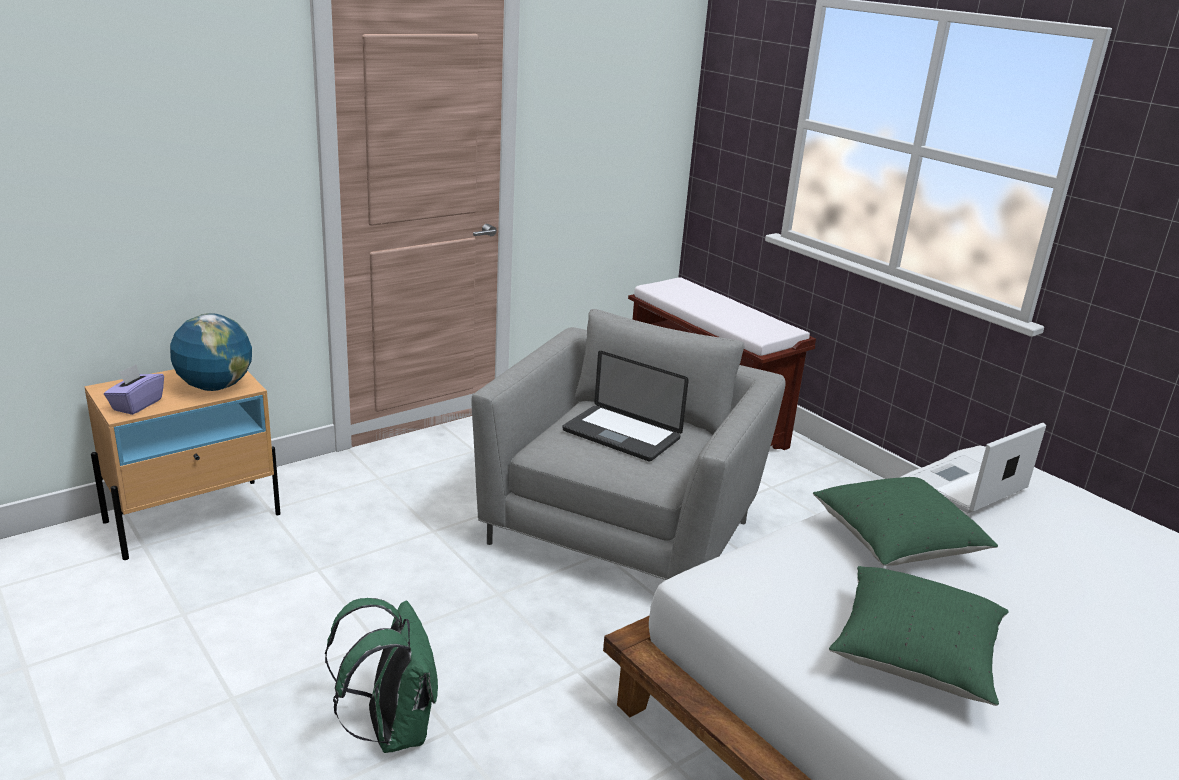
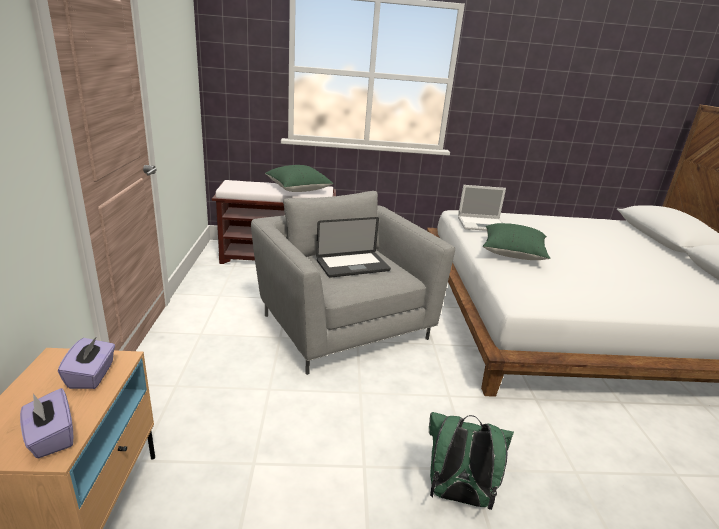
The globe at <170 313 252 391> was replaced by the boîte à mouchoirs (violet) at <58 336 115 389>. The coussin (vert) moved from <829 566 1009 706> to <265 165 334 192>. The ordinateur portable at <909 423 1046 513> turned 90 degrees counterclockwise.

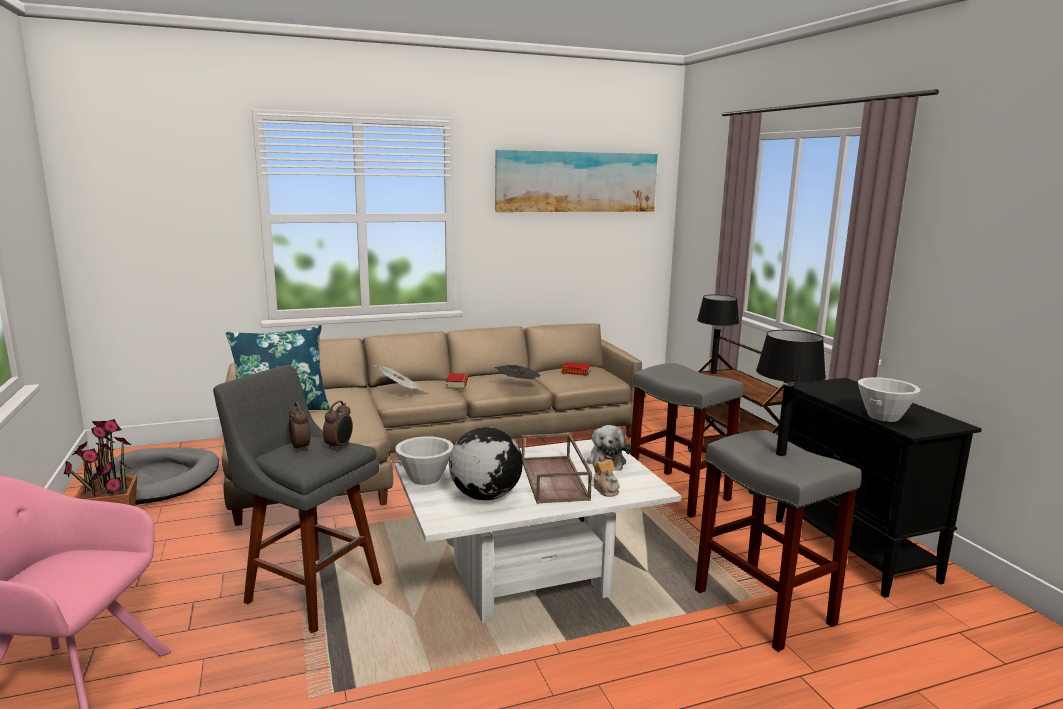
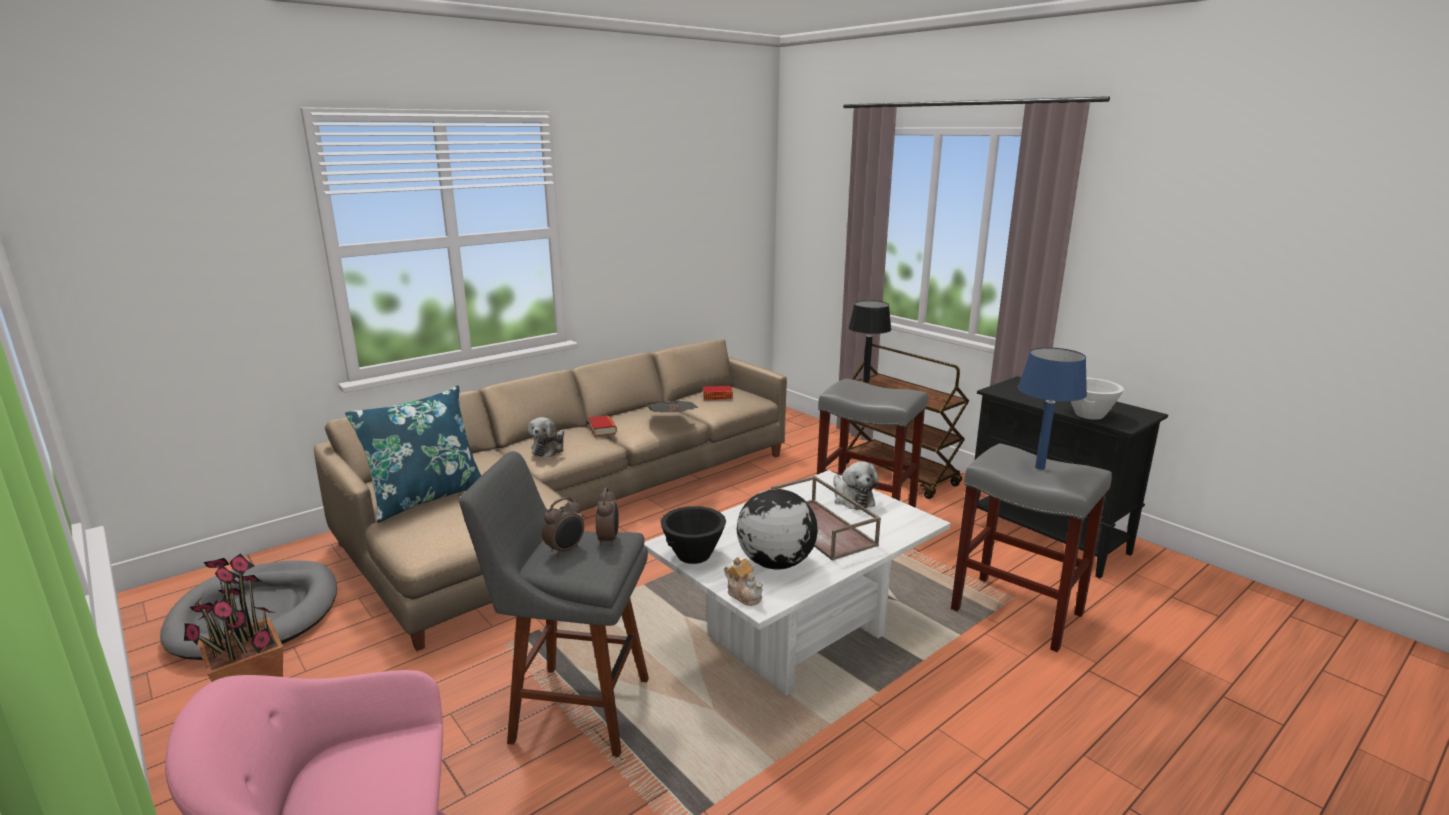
The journal at <375 366 426 392> was replaced by the peluche at <528 417 564 457>. The réveil at <289 402 310 451> turned 90 degrees clockwise. The bol (blanc) at <395 436 454 485> became the bol (noir) at <660 506 726 564>. The théière moved from <593 455 620 497> to <724 557 763 606>. The lampe de table (noir) at <756 330 826 456> became the lampe de table (bleu) at <1018 347 1087 470>. The tableau at <495 150 658 212> disappeared.

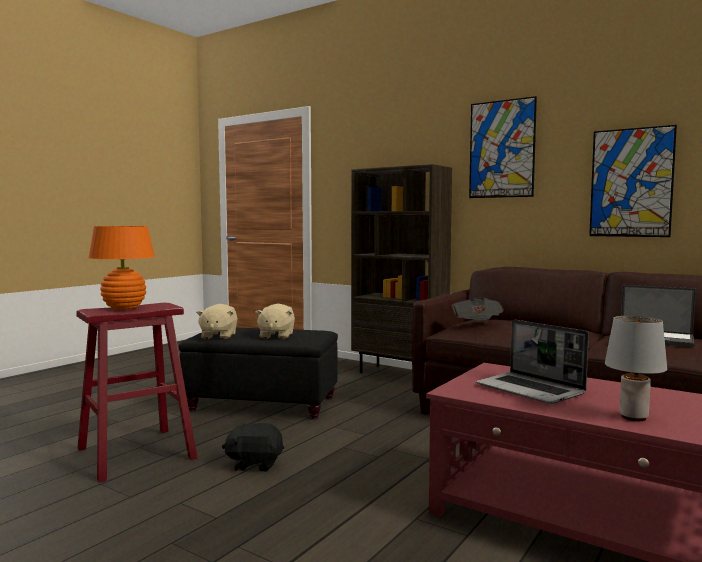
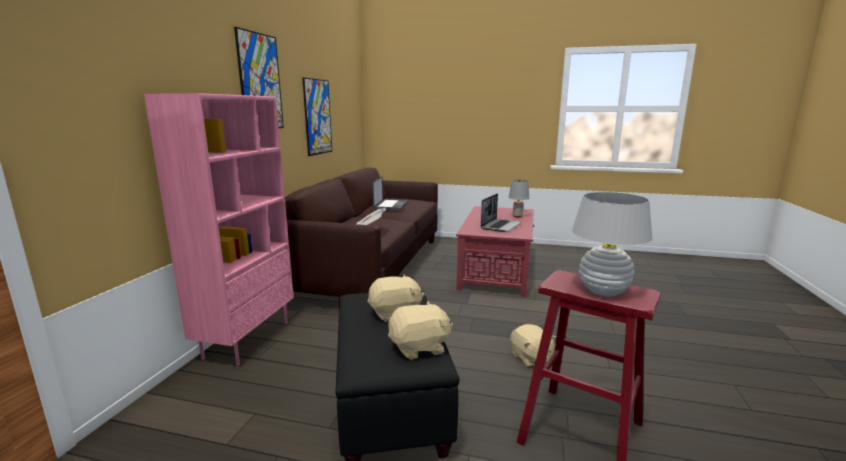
The bibliothèque (marron) at <351 164 452 373> became the bibliothèque (rose) at <144 93 294 366>. The peluche (noir) at <222 423 284 471> became the peluche (beige) at <511 324 556 368>. The lampe de table (orange) at <89 226 155 310> became the lampe de table (blanc) at <572 192 653 296>.

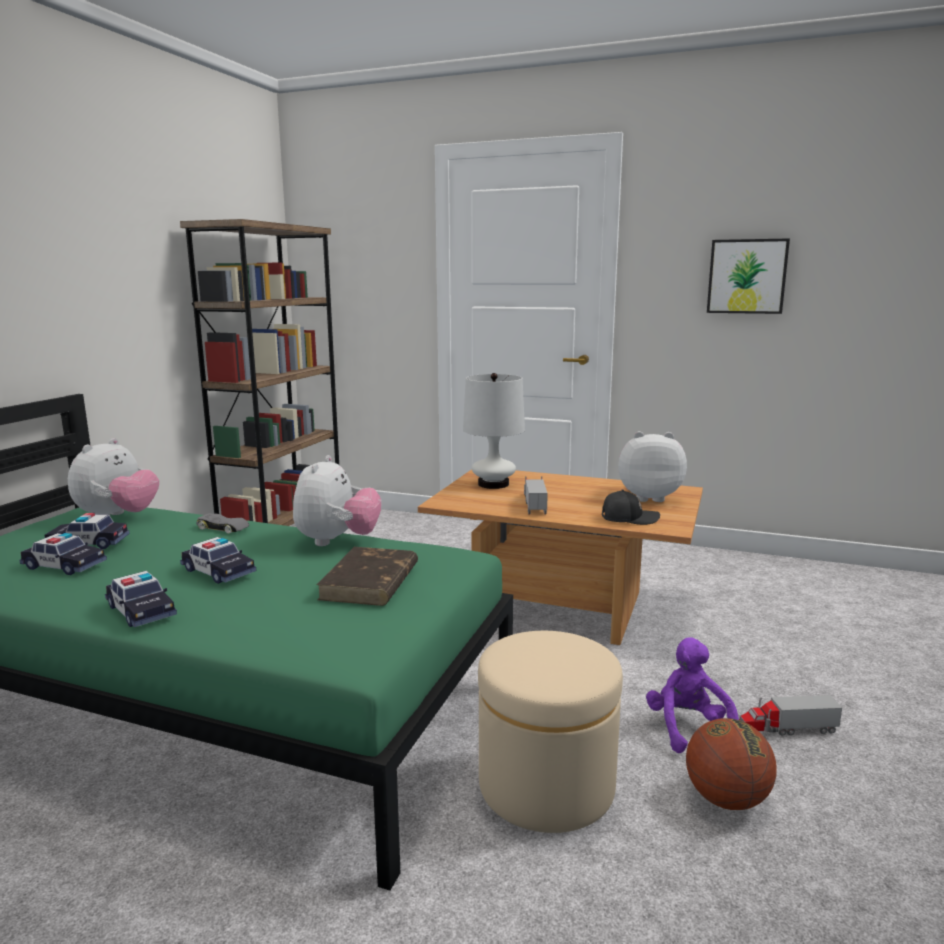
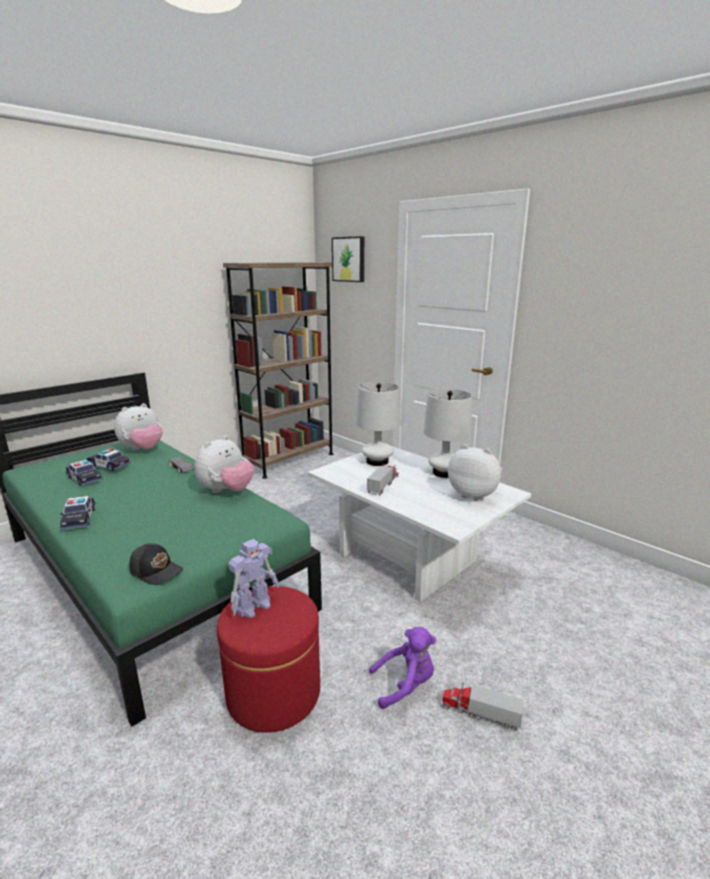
The casquette (noir) moved from <602 490 660 525> to <129 543 183 585>. The pouf (beige) at <478 631 623 833> became the pouf (rouge) at <217 586 320 733>. The robot jouet at <229 539 279 618> appeared. The table basse (marron) at <418 469 703 645> became the table basse (blanc) at <308 446 531 602>. The tableau moved from <707 238 790 314> to <332 236 364 282>. The peluche (violet) at <646 638 739 753> turned 60 degrees clockwise. The lampe de table (blanc) at <423 389 472 478> appeared. The petite voiture at <180 537 256 584> disappeared. The livre (marron) at <316 547 418 606> disappeared. The ballon de basket at <686 718 777 810> disappeared.

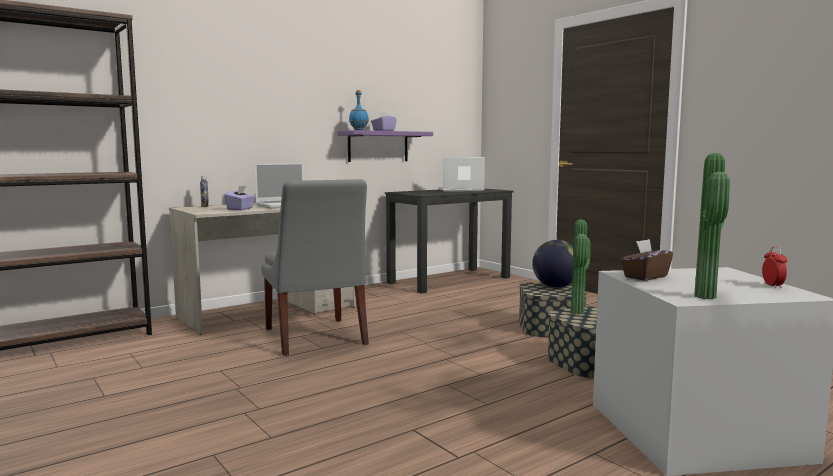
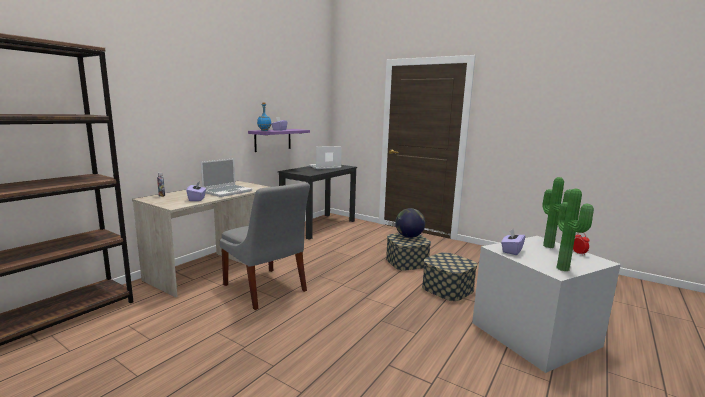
The boîte à mouchoirs (marron) at <620 239 673 281> became the boîte à mouchoirs (violet) at <501 228 526 255>. The plante en pot moved from <571 219 591 314> to <543 177 571 248>.

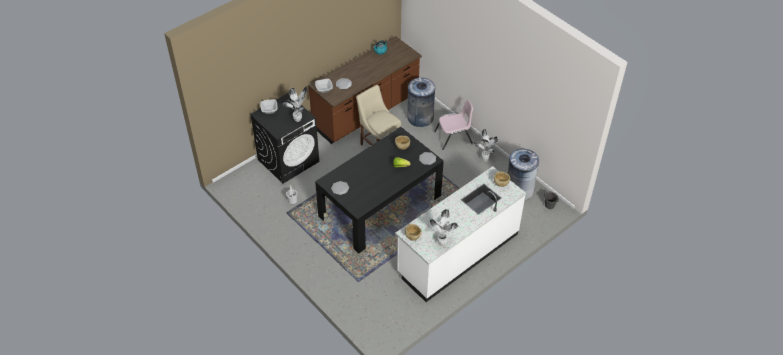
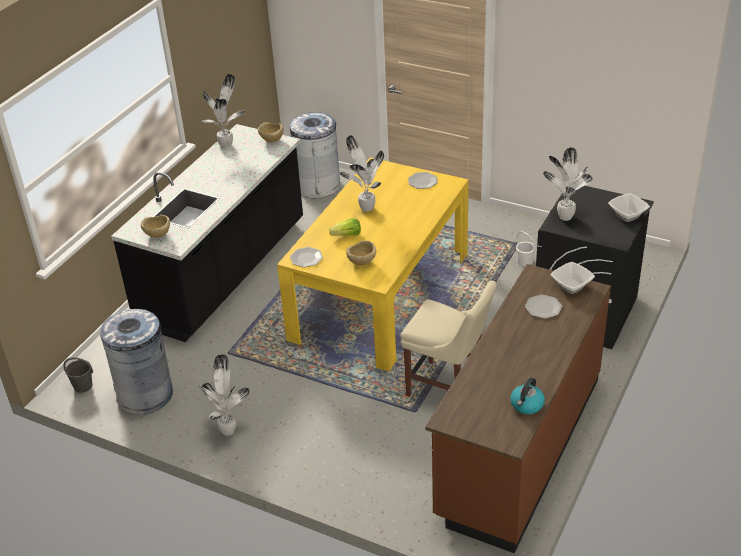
The comptoir de cuisine (blanc) at <395 166 526 302> became the comptoir de cuisine (noir) at <111 124 303 342>. The table à manger (noir) at <315 127 444 254> became the table à manger (jaune) at <277 157 469 371>. The poubelle (gris) moved from <407 78 435 127> to <289 112 340 198>. The plante en pot at <340 135 384 212> appeared. The chaise (rose) at <434 99 473 150> disappeared.

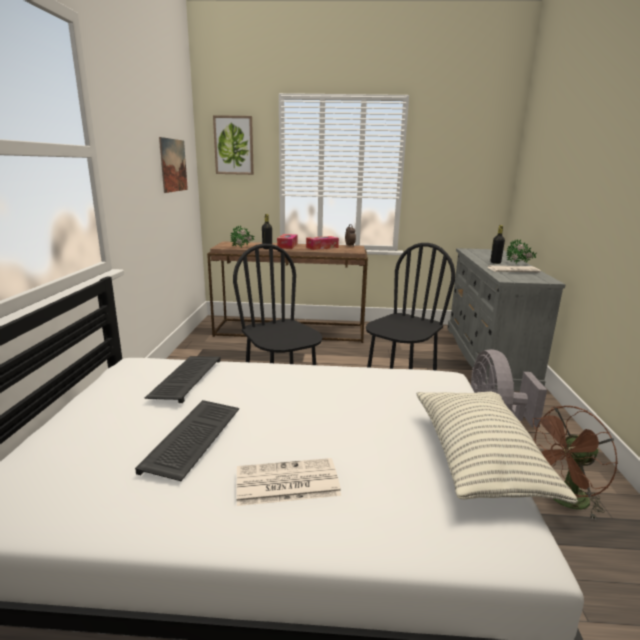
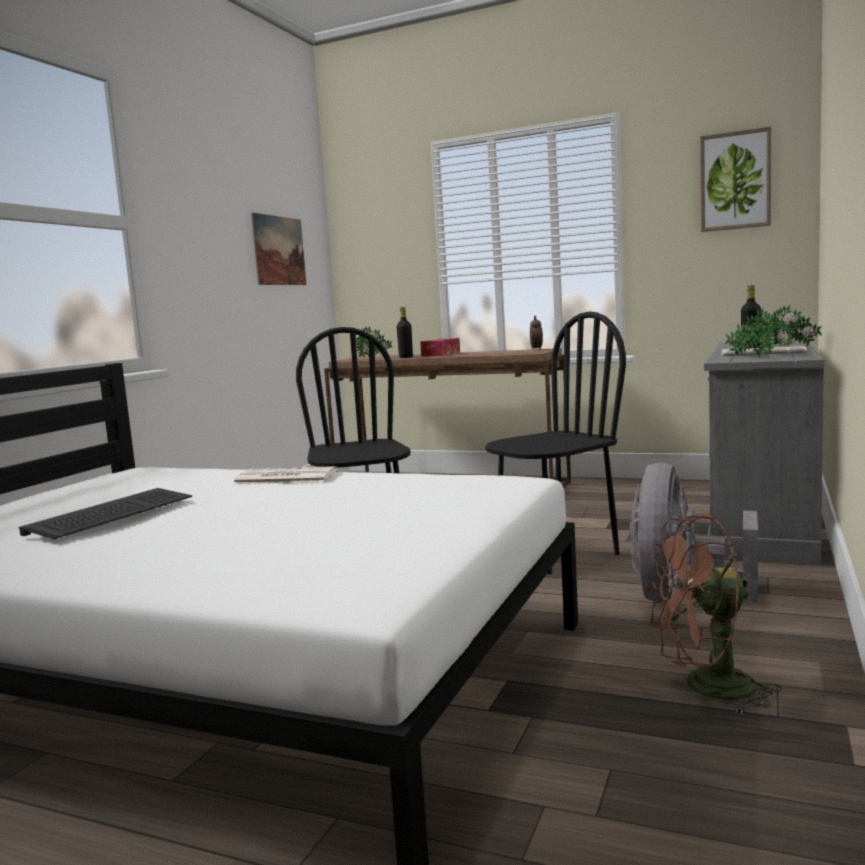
The journal moved from <236 458 341 506> to <233 466 337 485>. The tableau moved from <213 115 254 175> to <700 127 771 232>. The plante en pot at <725 309 779 357> appeared. The clavier at <145 356 221 403> disappeared. The boîte à mouchoirs at <306 236 339 250> disappeared. The coussin at <416 391 578 504> disappeared.

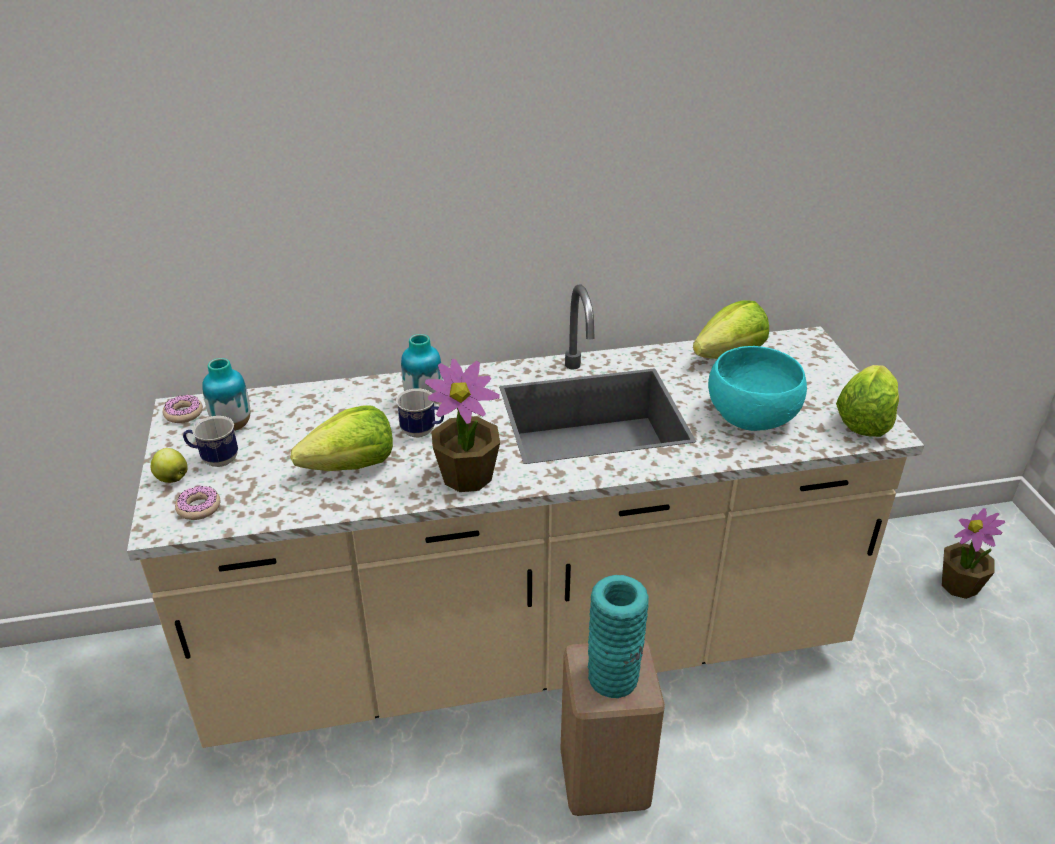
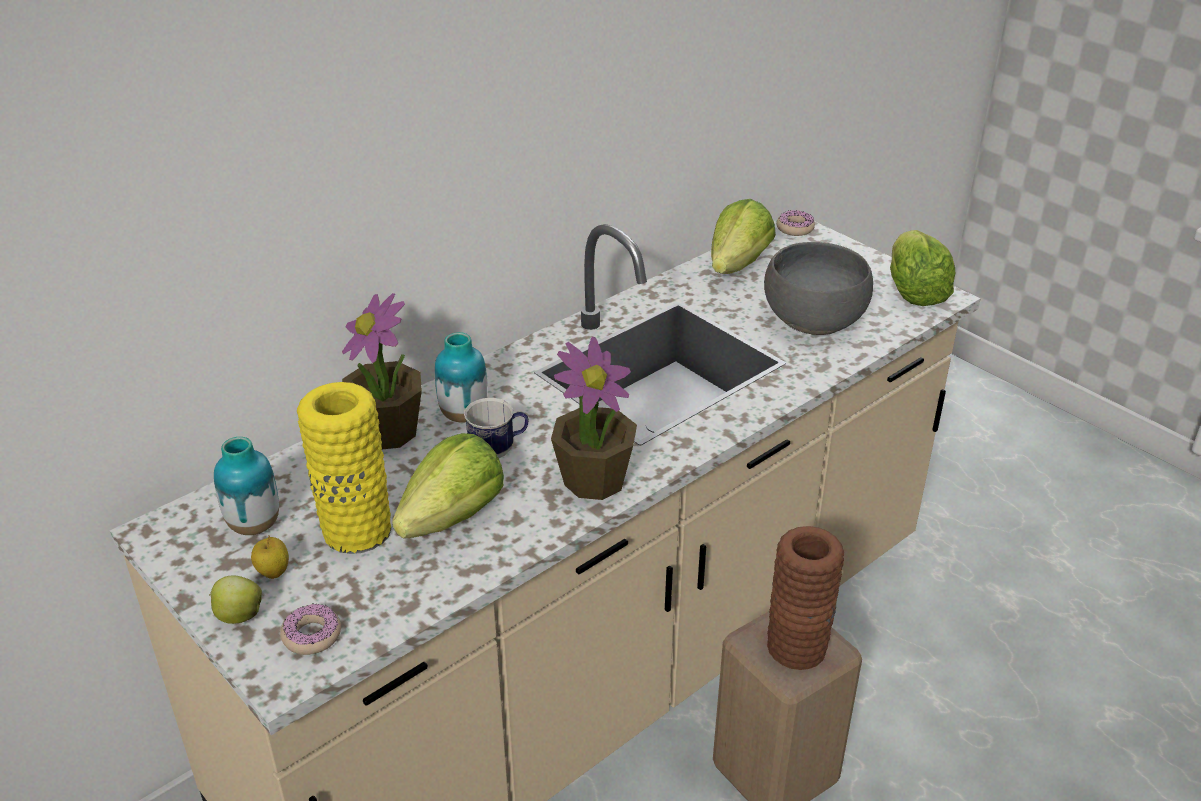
The mug at <183 416 238 467> was replaced by the pomme at <251 536 289 579>. The vase (jaune) at <297 382 391 554> appeared. The plante en pot moved from <942 508 1005 599> to <342 293 422 449>. The bol (turquoise) at <708 346 807 431> became the bol (gris) at <764 242 873 335>. The vase (turquoise) at <588 575 649 698> became the vase (marron) at <767 526 844 670>. The beignet moved from <163 394 203 423> to <776 210 815 236>.

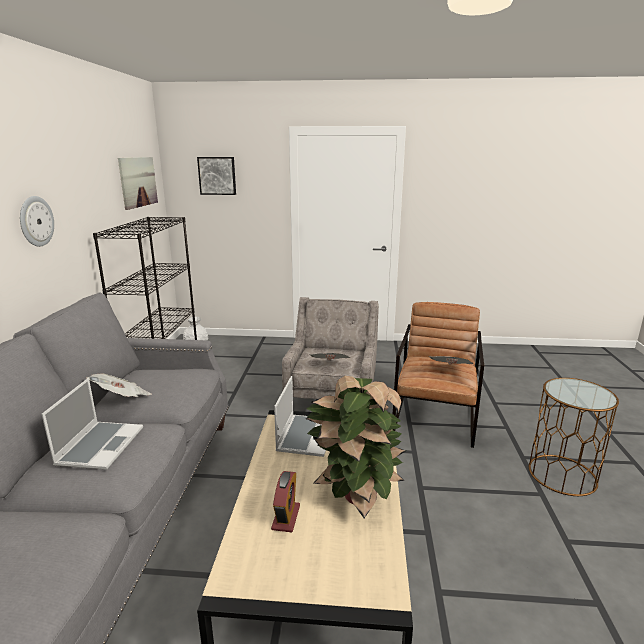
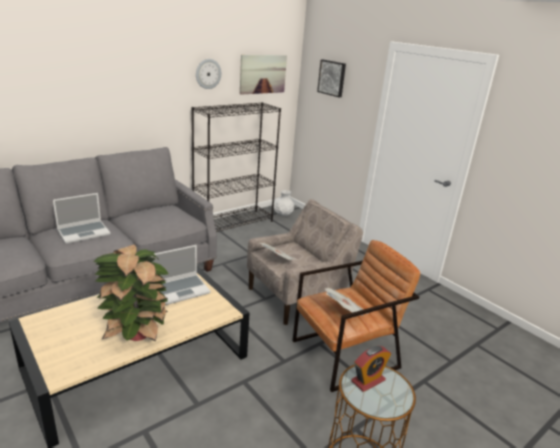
The horloge murale moved from <20 196 54 247> to <196 59 221 89>. The réveil moved from <271 471 300 532> to <351 346 391 392>. The journal at <86 374 152 397> disappeared.

